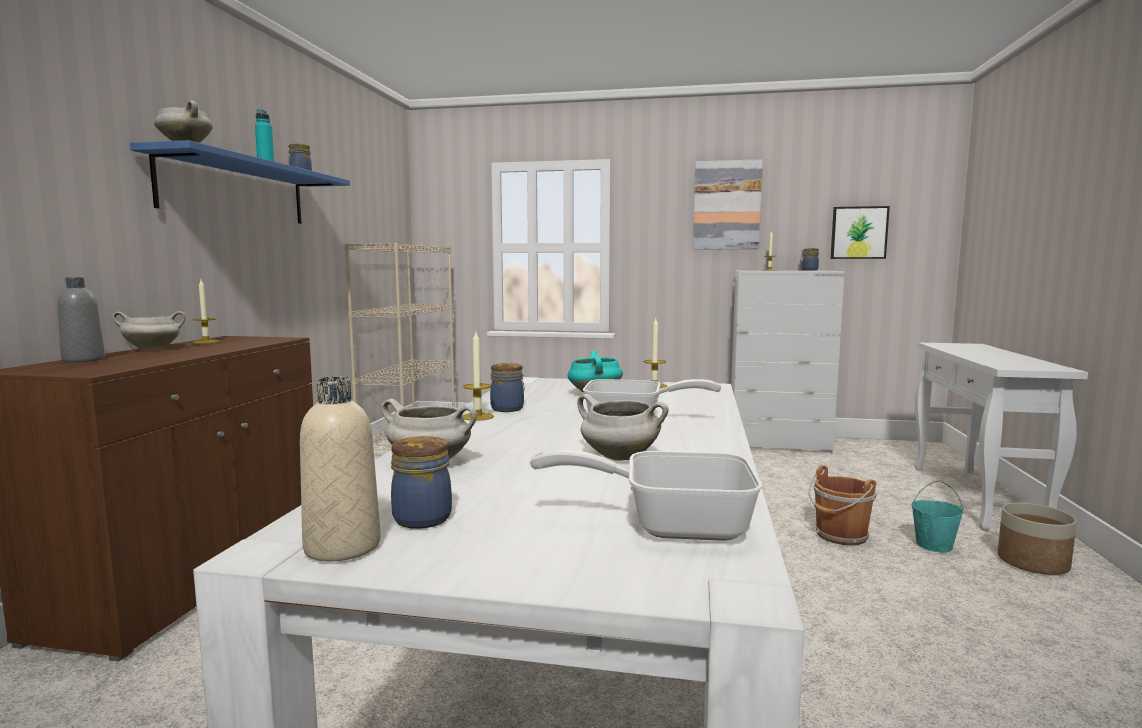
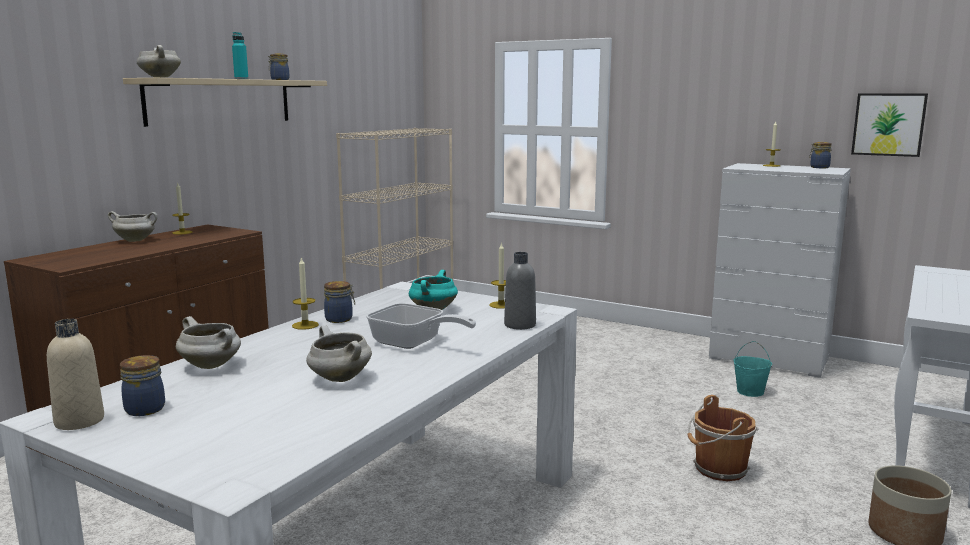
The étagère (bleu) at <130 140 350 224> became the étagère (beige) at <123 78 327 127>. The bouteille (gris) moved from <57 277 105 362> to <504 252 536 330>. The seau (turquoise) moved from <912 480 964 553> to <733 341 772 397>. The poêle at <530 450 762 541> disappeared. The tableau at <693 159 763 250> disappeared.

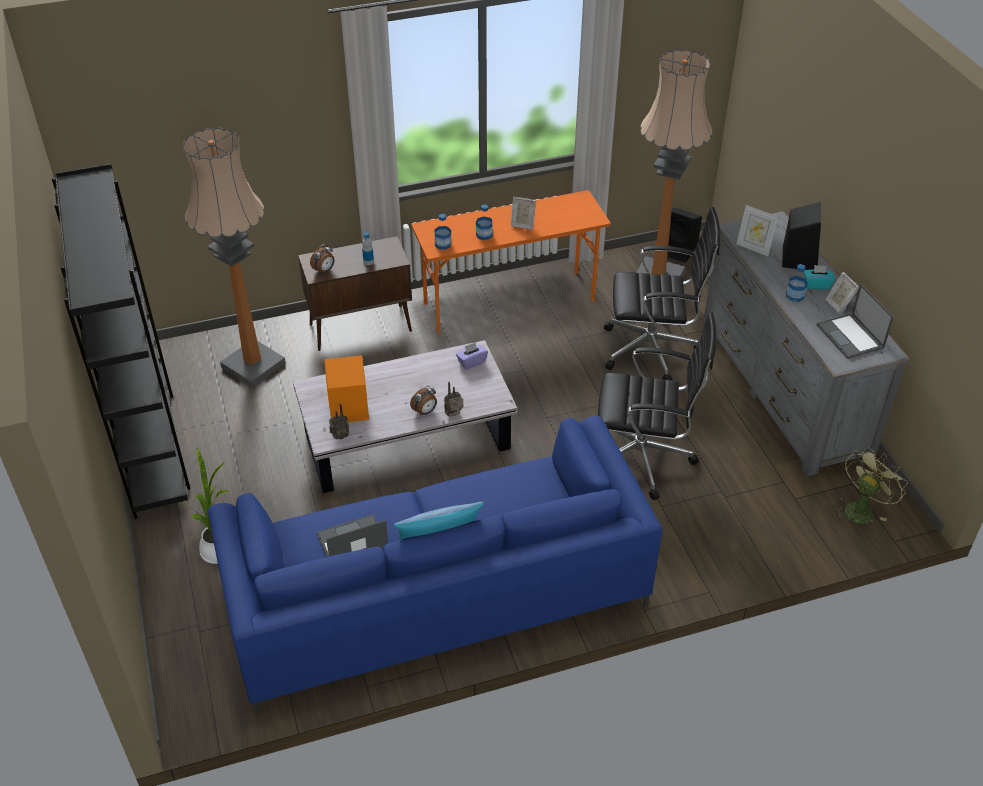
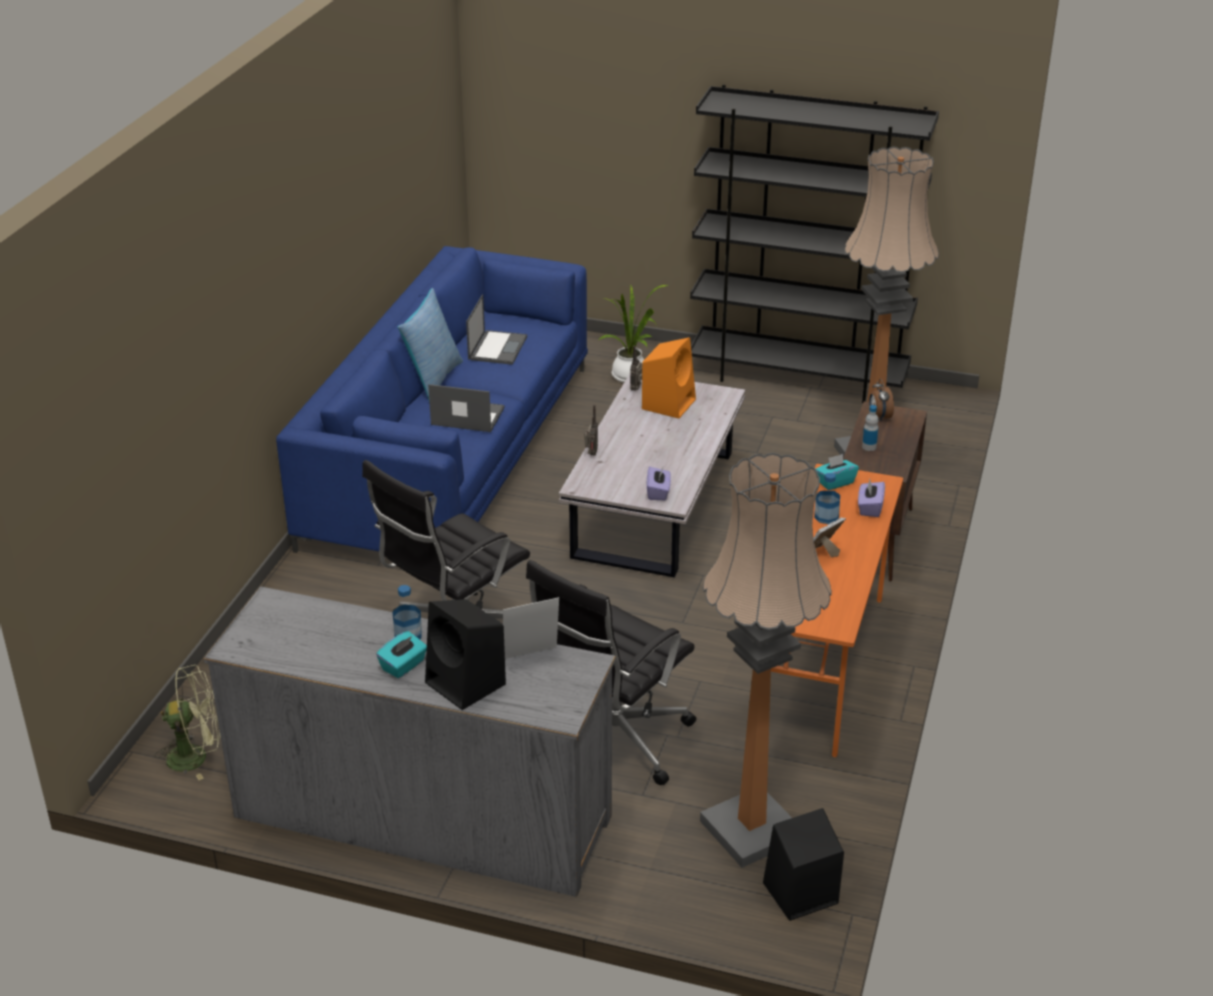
The ventilateur (vert) at <835 447 908 524> turned 90 degrees counterclockwise. The ordinateur portable moved from <817 284 894 359> to <428 384 504 432>. The bouteille at <434 214 451 250> was replaced by the boîte à mouchoirs (turquoise) at <816 454 859 490>. The boîte à mouchoirs (violet) at <858 479 885 517> appeared. The réveil at <410 386 437 416> disappeared. The cadre photo at <825 272 859 314> disappeared.

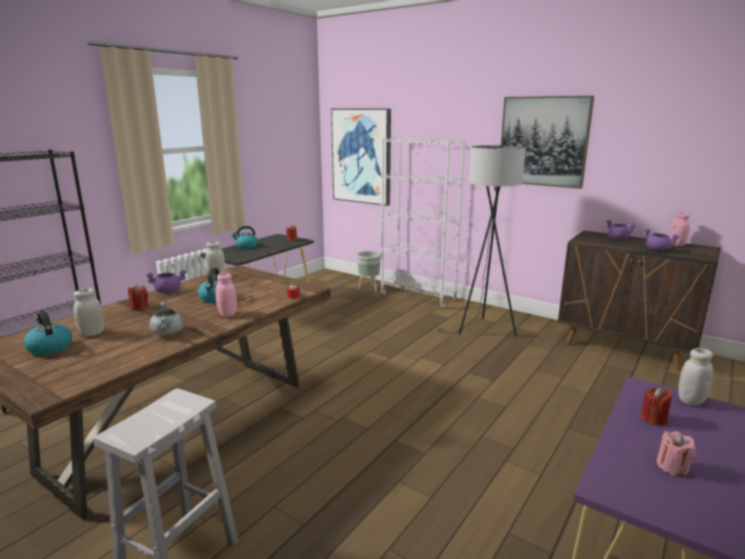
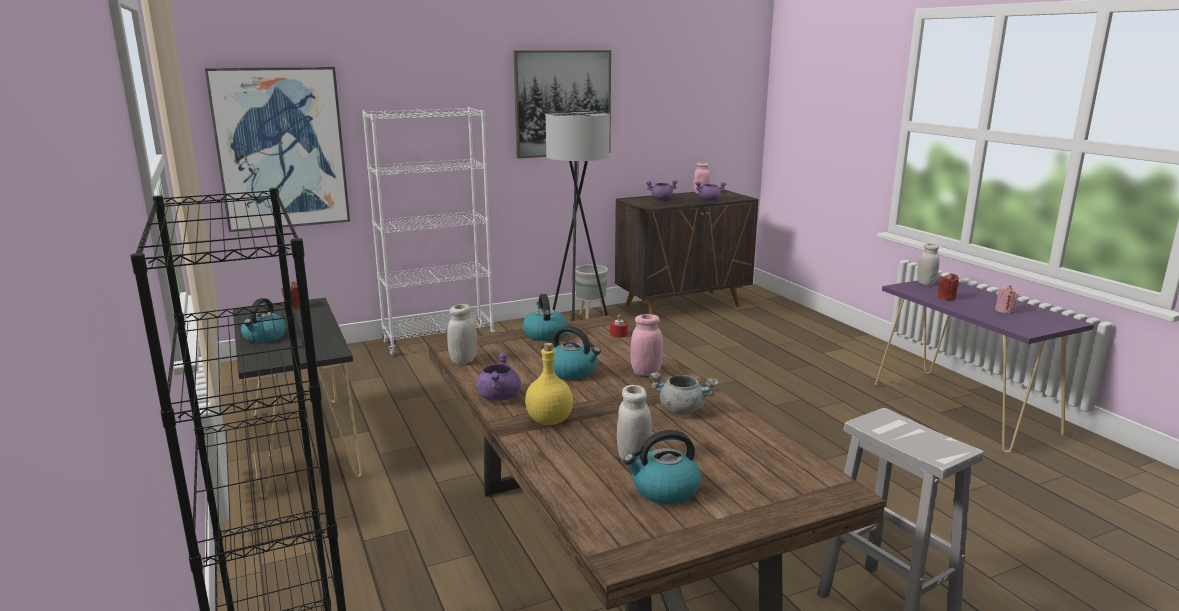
The bouilloire at <522 294 567 341> appeared. The bougie (rouge) at <128 285 149 310> was replaced by the bouteille (jaune) at <525 343 573 425>. The cache-pot (gris) moved from <357 251 381 291> to <575 265 608 319>.

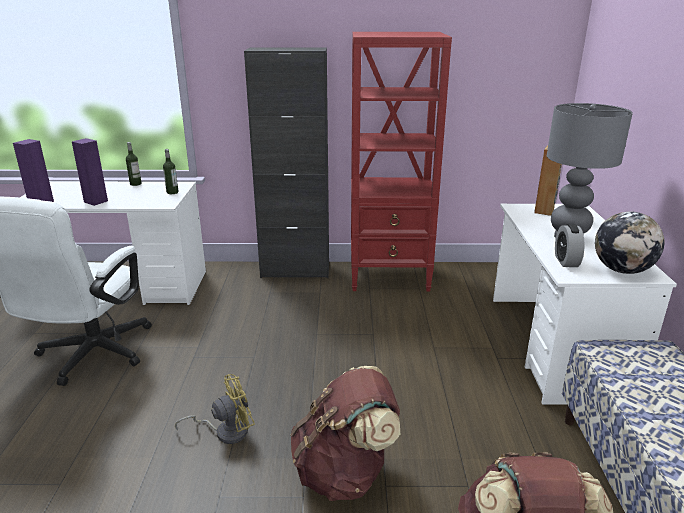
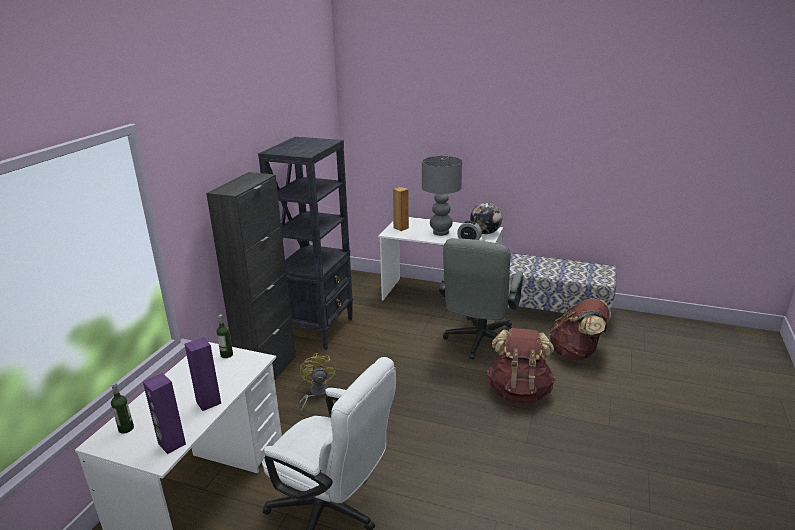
The bouteille moved from <126 142 141 186> to <111 383 134 434>. The bibliothèque (rouge) at <351 32 452 292> became the bibliothèque (noir) at <258 137 353 350>. The ventilateur (jaune) moved from <175 374 255 444> to <299 353 336 412>. The chaise de bureau (gris) at <439 238 523 359> appeared.

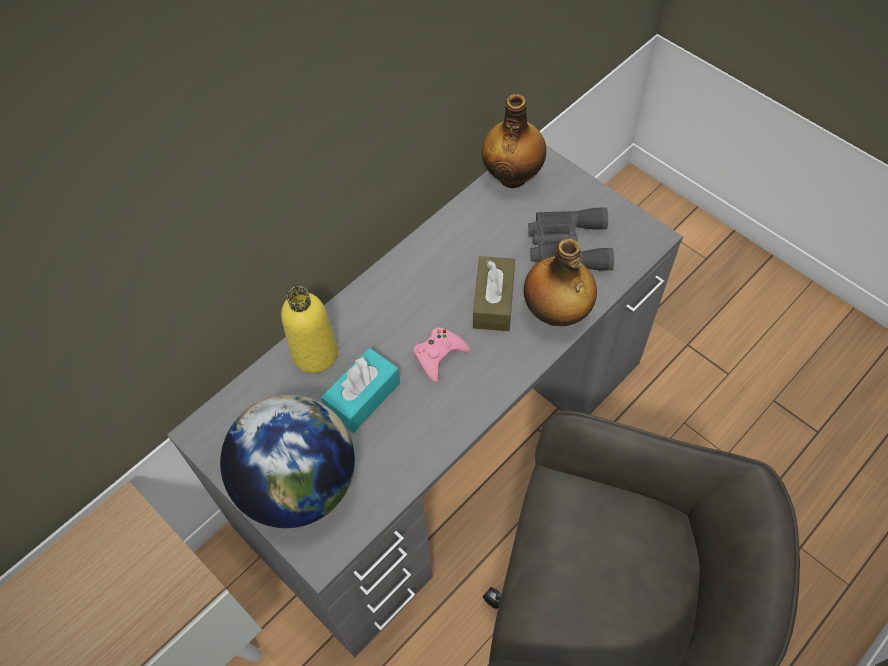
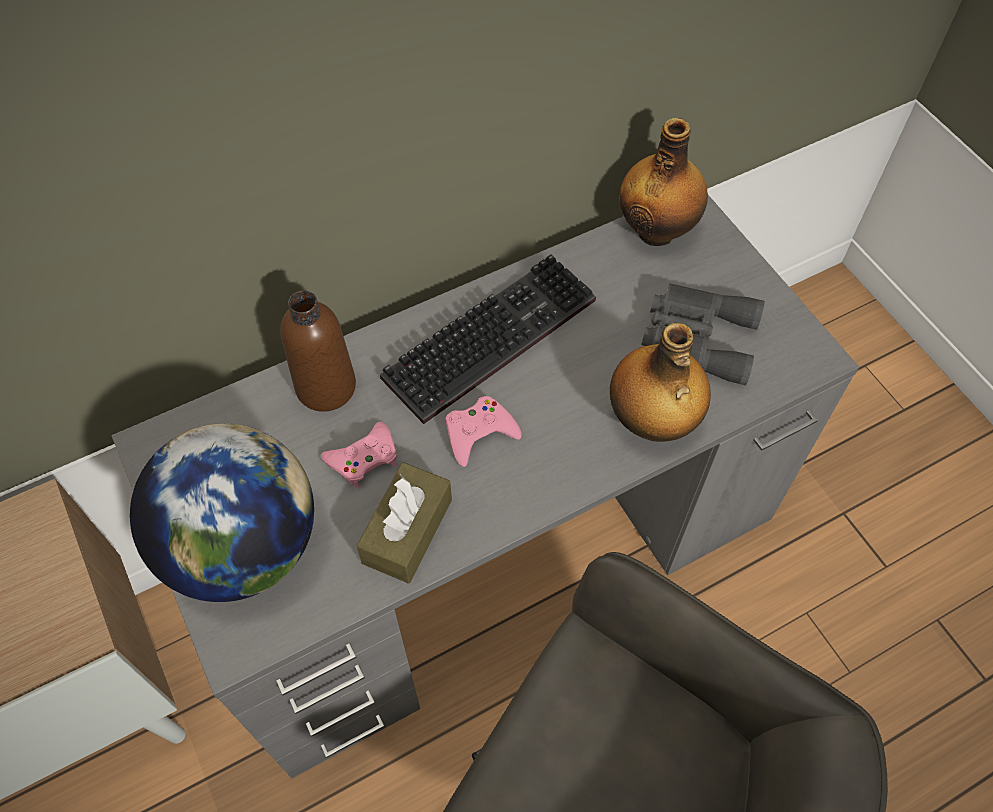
The bouteille (jaune) at <281 286 338 373> became the bouteille (marron) at <281 290 356 412>. The boîte à mouchoirs (turquoise) at <321 348 400 433> was replaced by the manette (rose) at <321 422 397 488>. The boîte à mouchoirs (marron) moved from <473 256 515 331> to <357 462 452 584>. The clavier at <380 254 596 424> appeared.

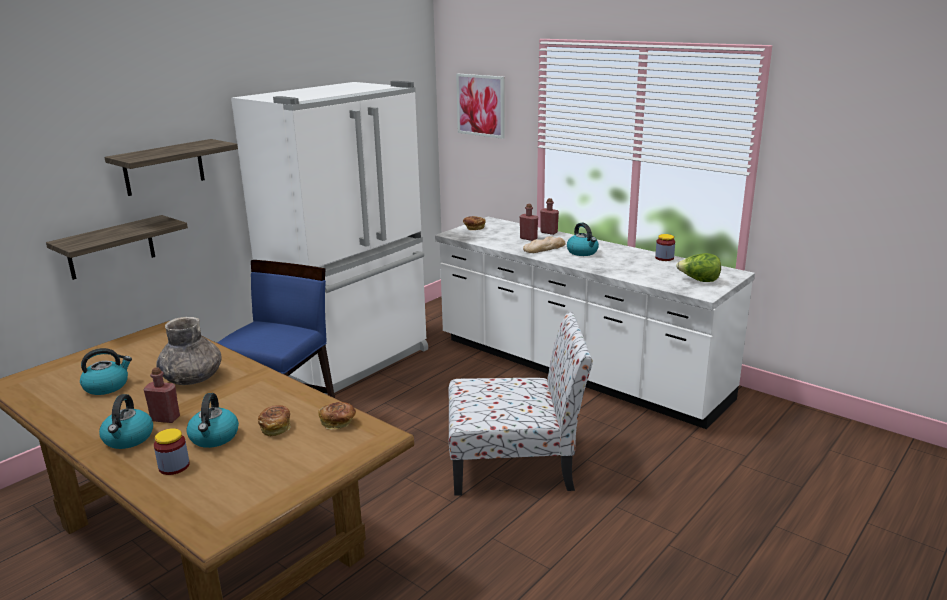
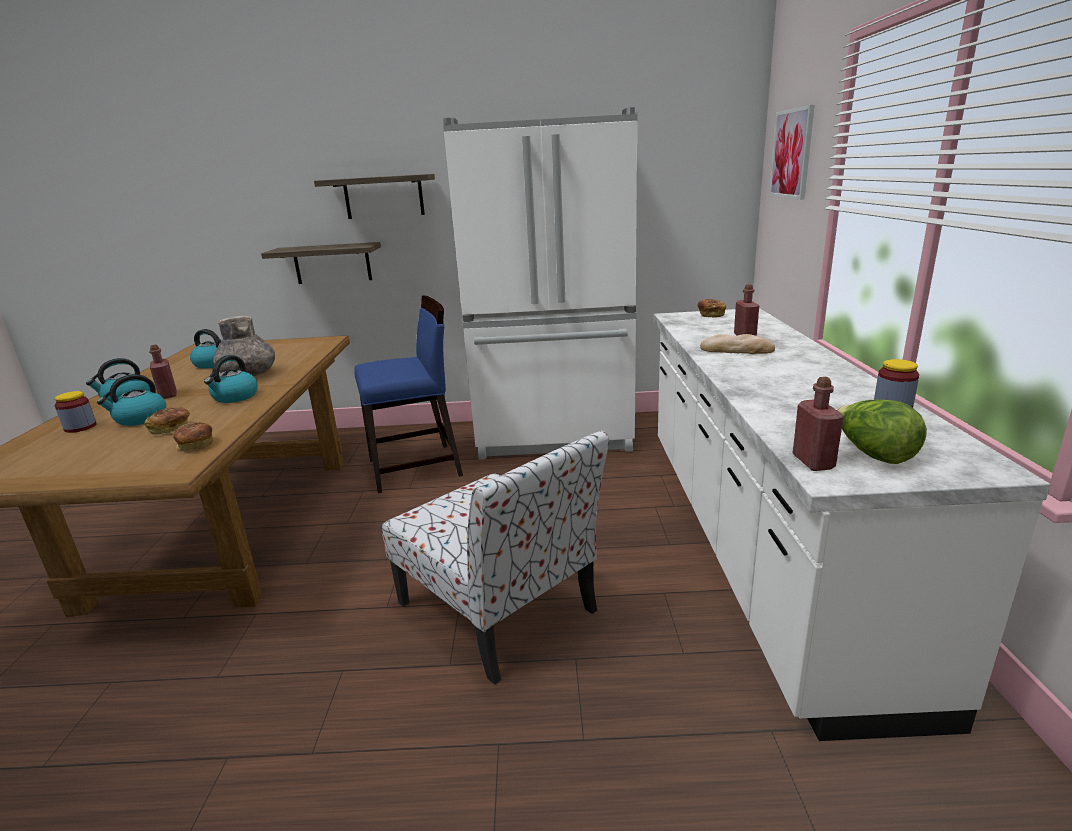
The bouilloire moved from <567 223 599 256> to <204 355 258 403>. The bouteille (rouge) moved from <540 198 559 235> to <792 377 844 471>.

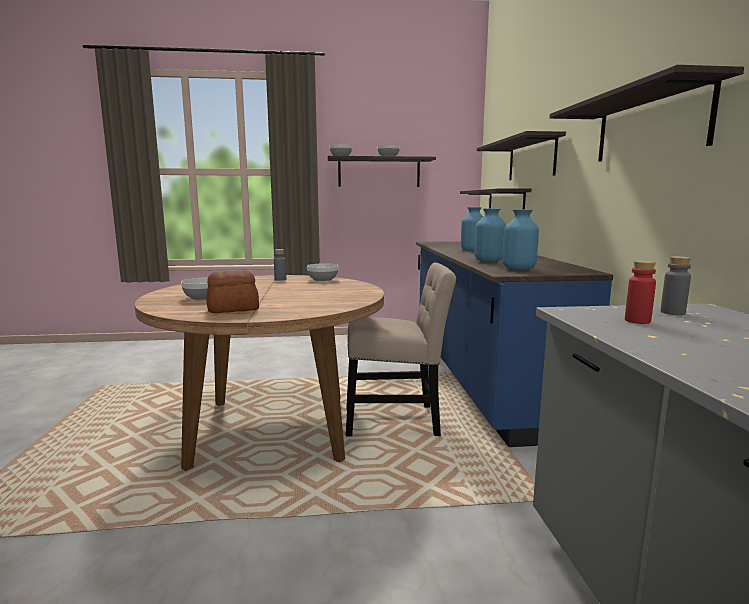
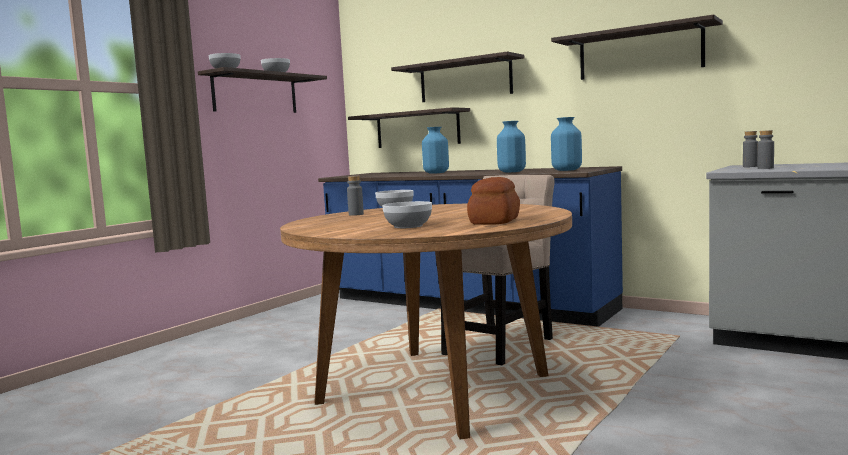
The bouteille (rouge) at <625 260 656 324> became the bouteille (gris) at <758 130 774 169>.

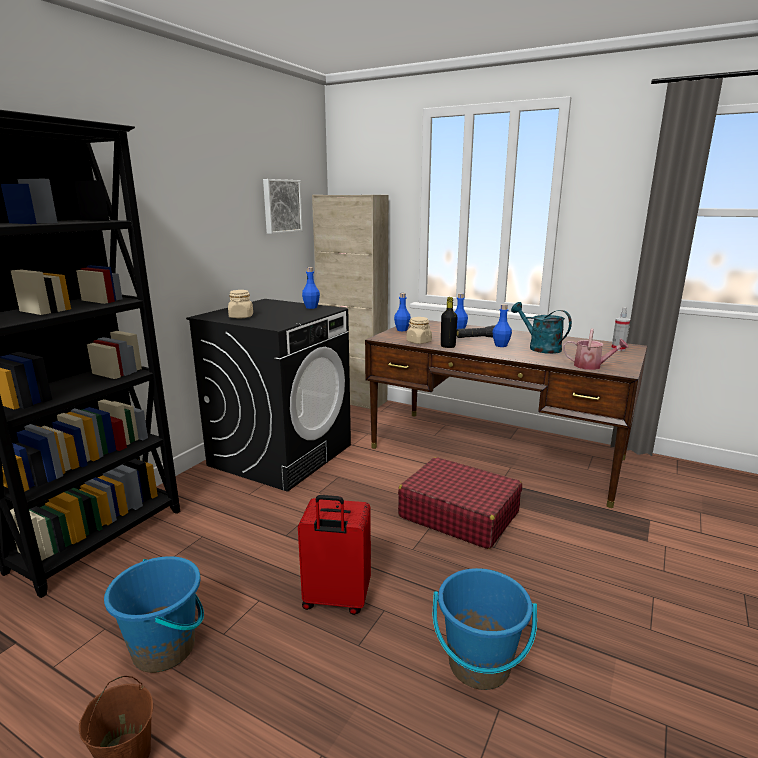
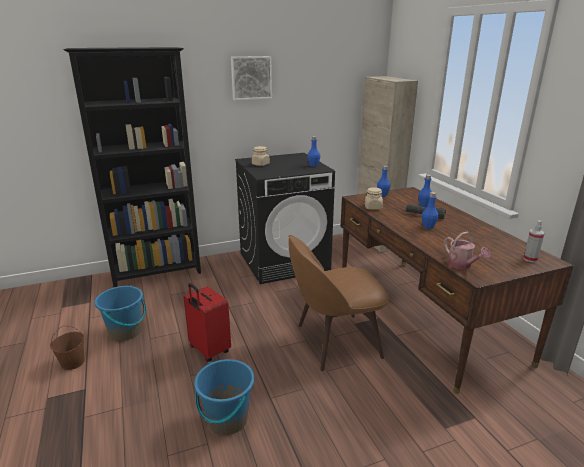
The tableau moved from <263 179 303 234> to <231 56 272 100>. The valise (rouge) at <398 457 522 549> was replaced by the chaise (marron) at <288 235 389 371>. The bouteille (noir) at <441 297 458 348> disappeared. The arrosoir (turquoise) at <511 302 572 354> disappeared.

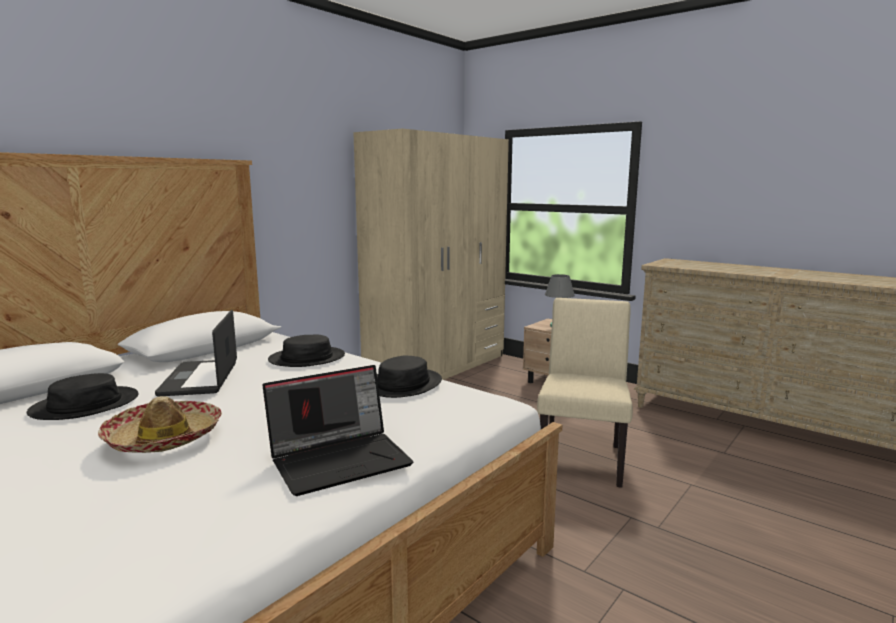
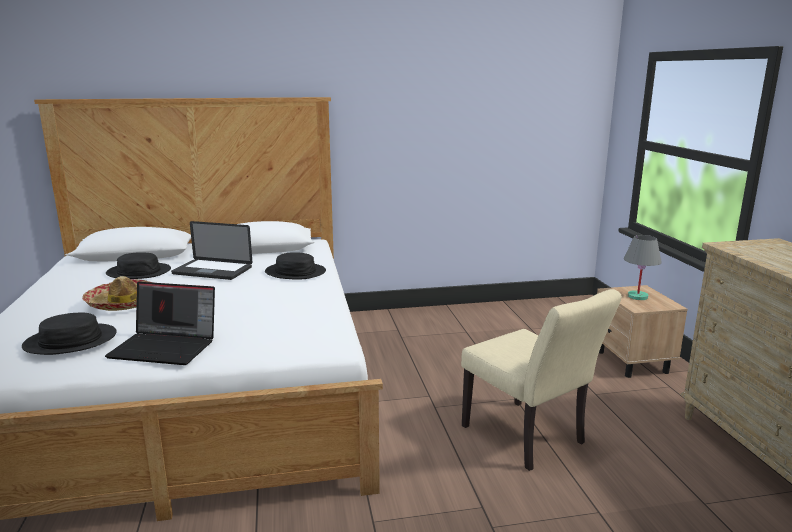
The chapeau (noir) moved from <377 356 442 398> to <22 313 117 355>. The ordinateur portable at <155 310 237 397> turned 105 degrees counterclockwise. The chaise (beige) at <537 298 633 488> turned 90 degrees clockwise. The armoire (beige) at <353 129 509 380> disappeared.

